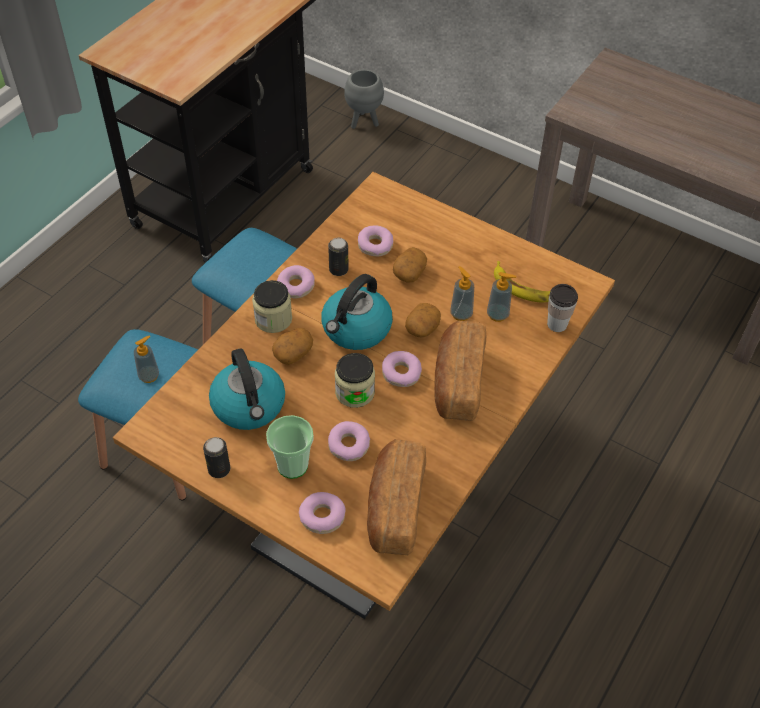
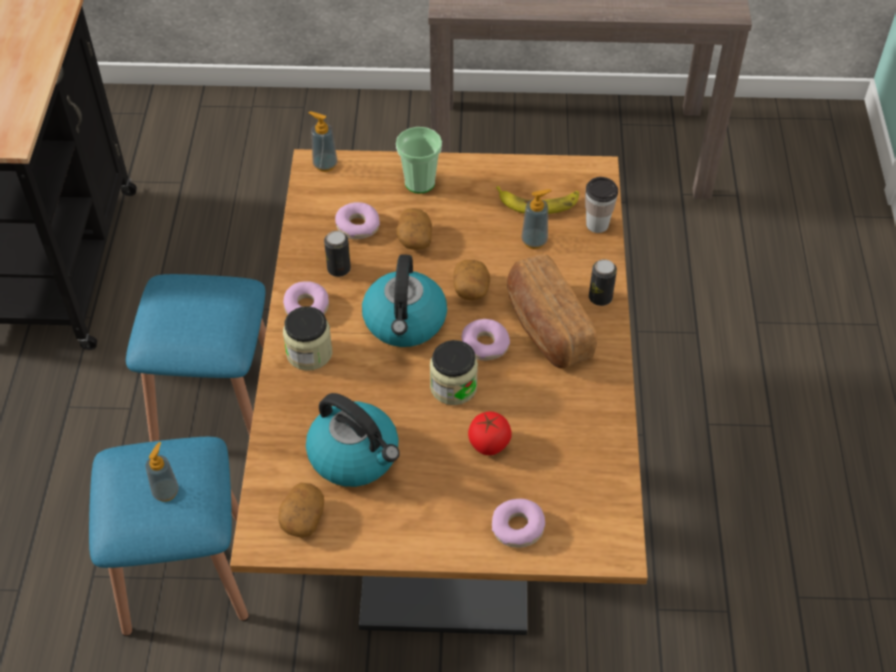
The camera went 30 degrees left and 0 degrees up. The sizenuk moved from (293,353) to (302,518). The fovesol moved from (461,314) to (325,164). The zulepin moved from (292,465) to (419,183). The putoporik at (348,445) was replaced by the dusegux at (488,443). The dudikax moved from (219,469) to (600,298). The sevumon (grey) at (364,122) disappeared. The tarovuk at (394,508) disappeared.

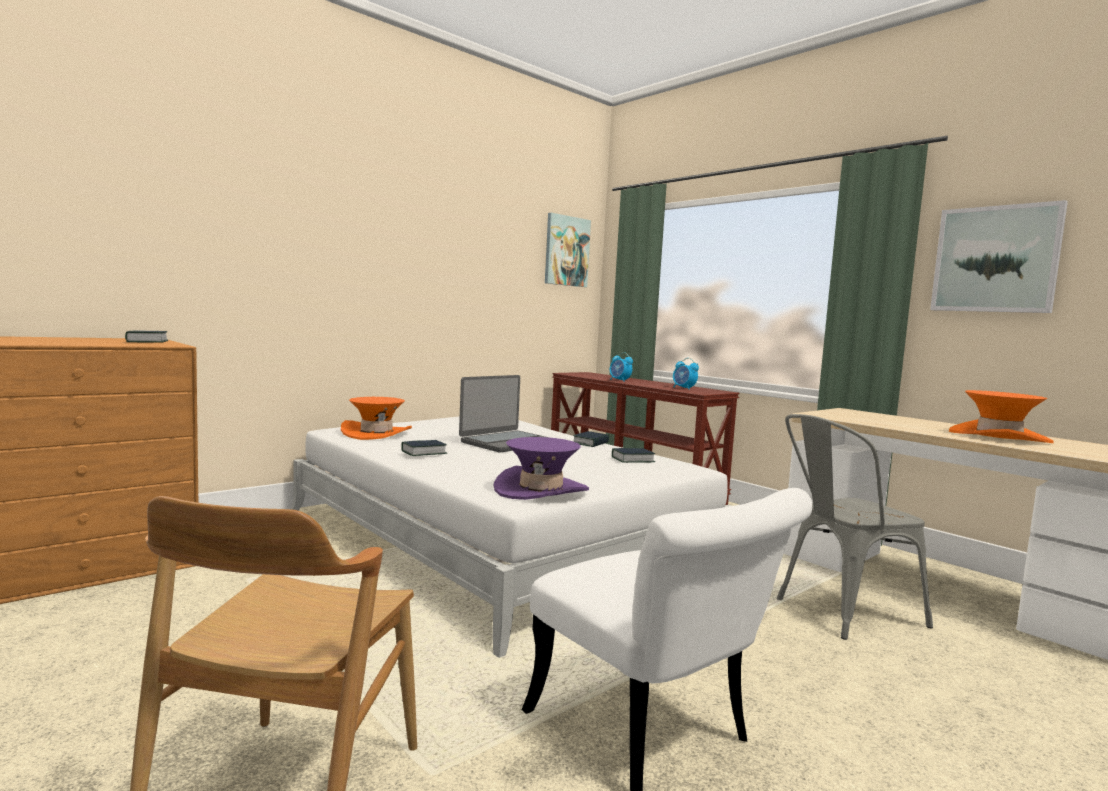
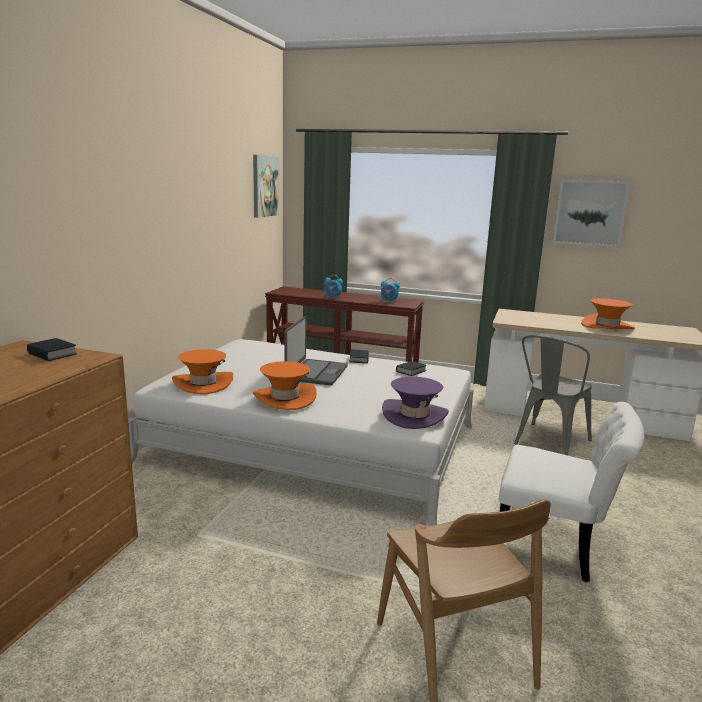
The camera went 30 degrees left and 10 degrees up. The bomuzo at (423,452) was replaced by the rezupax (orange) at (285,398).

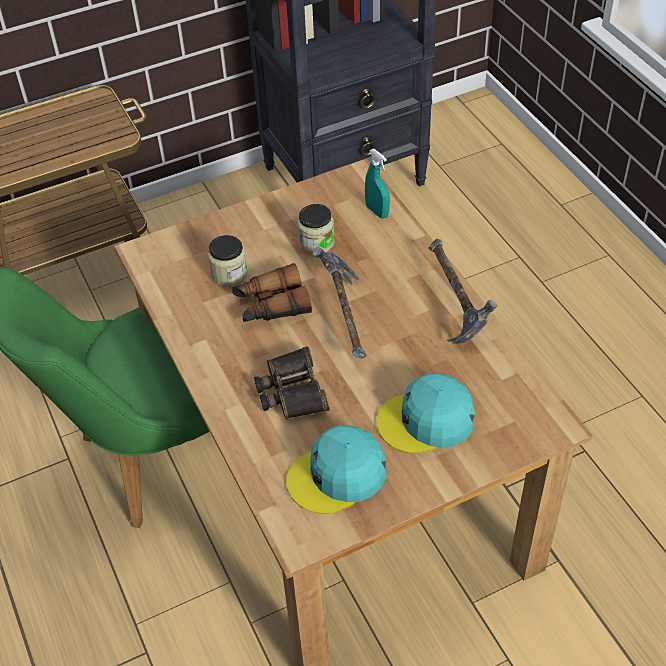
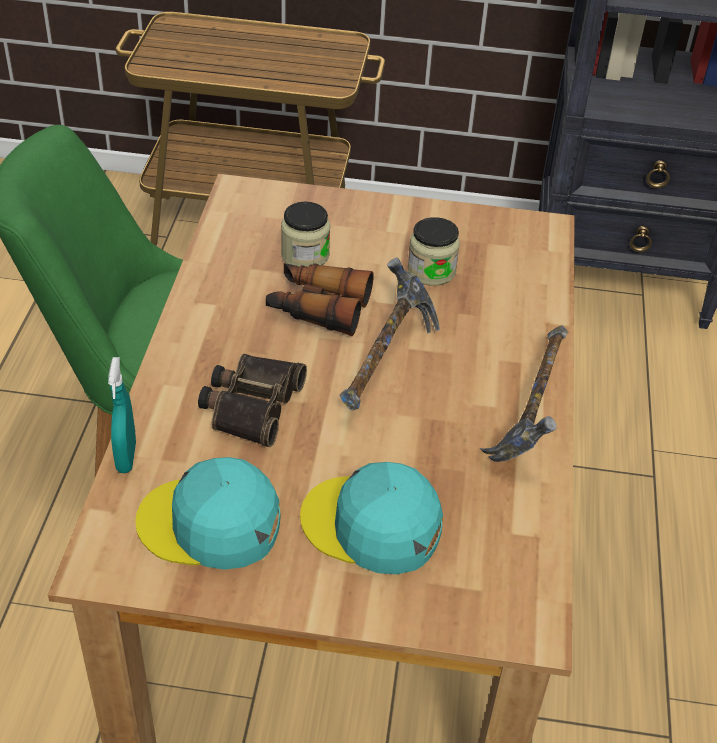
The camera went 30 degrees right and 5 degrees down. The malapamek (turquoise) moved from (377,211) to (126,457).

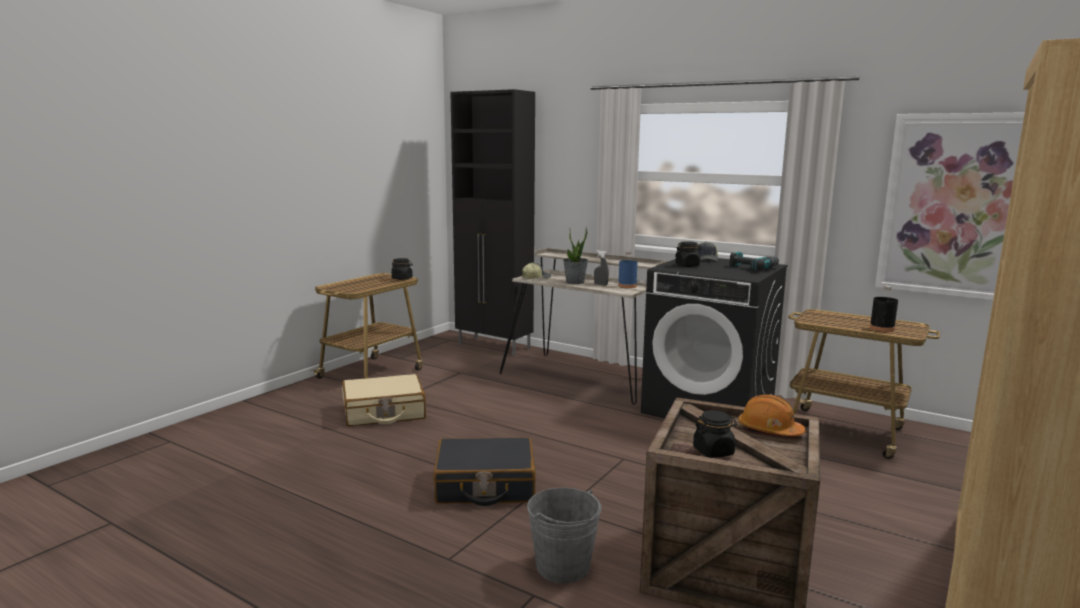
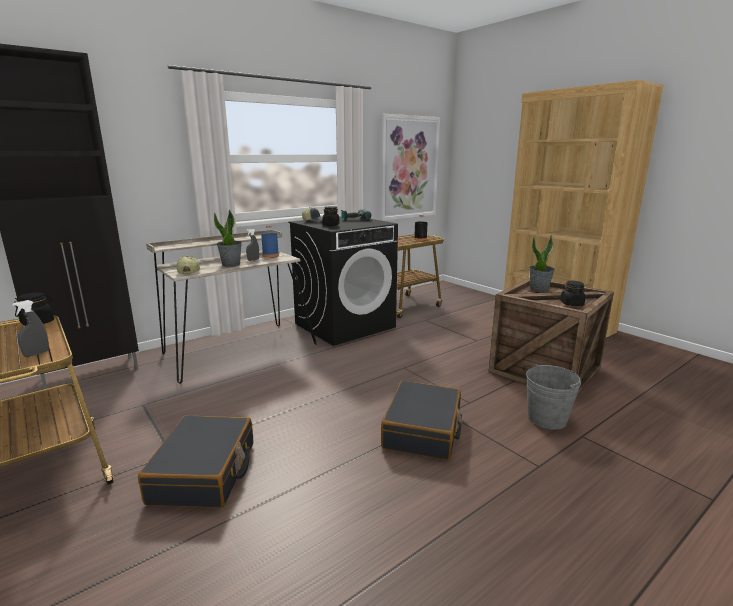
The camera went 70 degrees left and 5 degrees up. The malapamek (grey) at (36,354) appeared. The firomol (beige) at (384,412) became the firomol (black) at (204,473). The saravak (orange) at (769,430) was replaced by the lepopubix at (539,289).

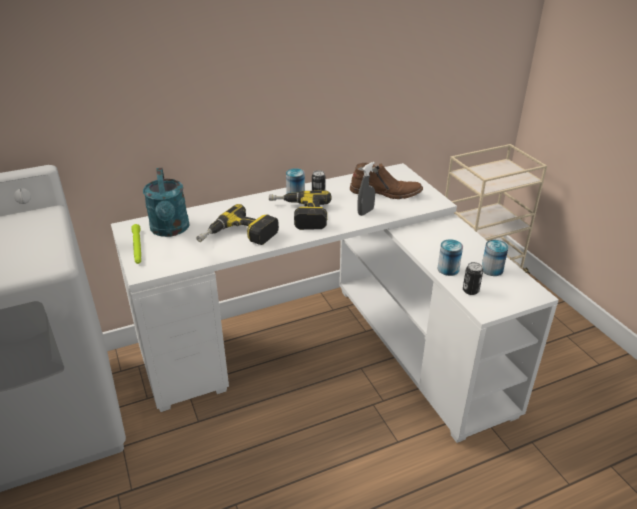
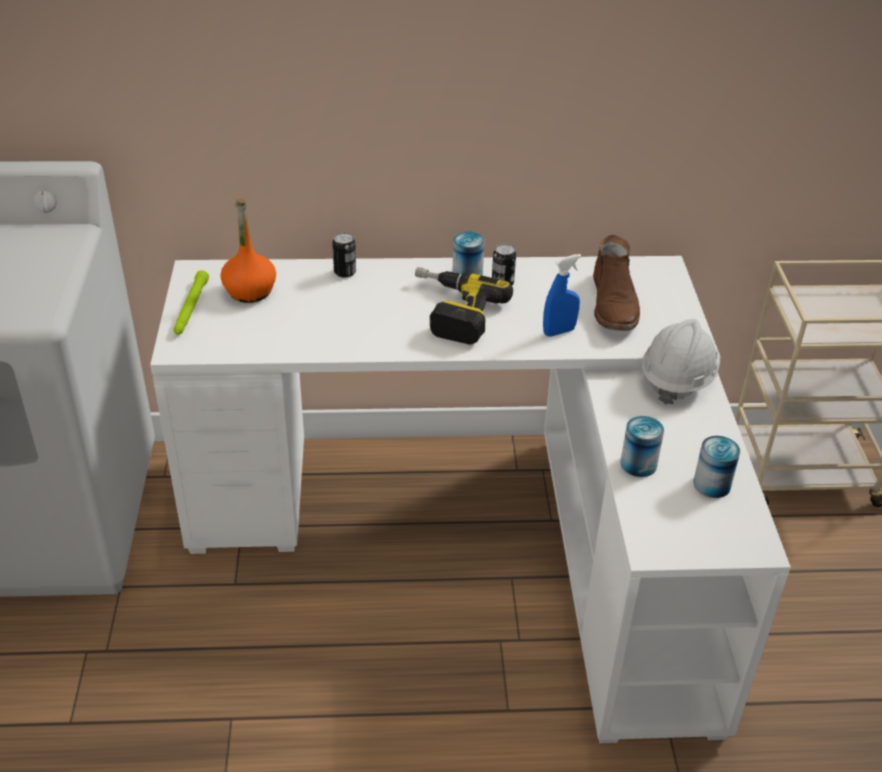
The camera went 20 degrees right and 5 degrees up. The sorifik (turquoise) at (170,230) was replaced by the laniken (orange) at (250,291). The dudikax moved from (470,290) to (345,272). The malapamek (grey) at (365,212) became the malapamek (blue) at (559,331). The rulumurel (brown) at (385,192) turned 60 degrees clockwise. The saravak (white) at (677,379) appeared. The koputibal at (238,237) disappeared.

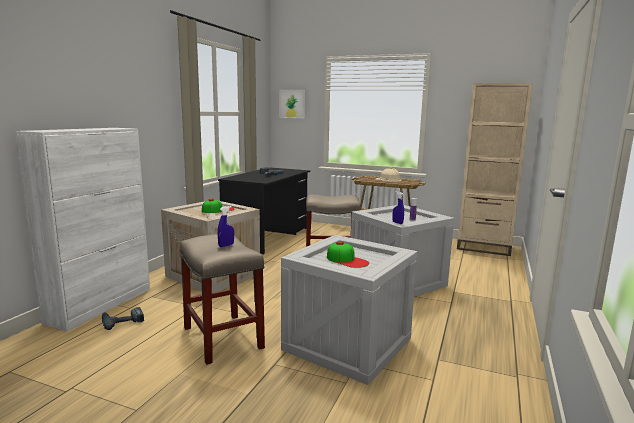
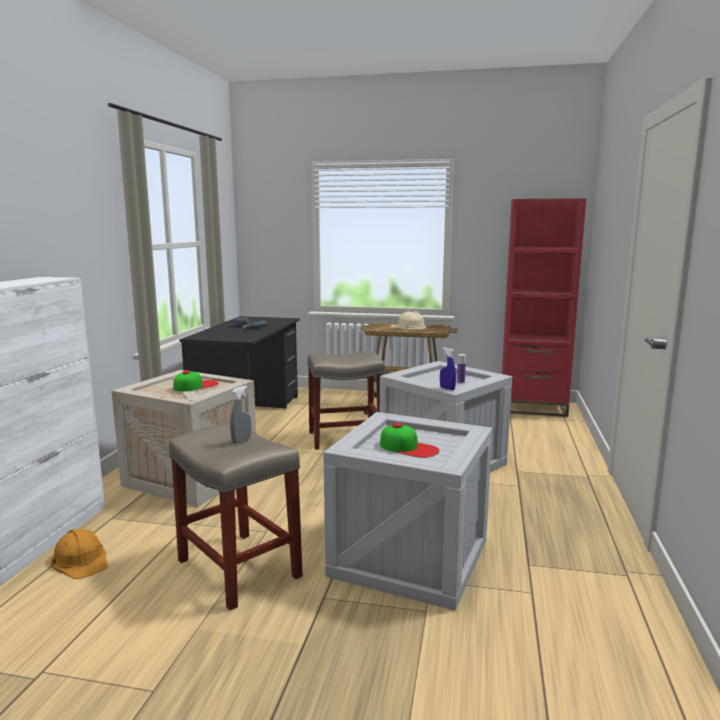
The camera went 10 degrees left and 0 degrees up. The koputibal at (122,321) was replaced by the saravak (orange) at (81,560). The malapamek (blue) at (226,245) became the malapamek (grey) at (241,441). The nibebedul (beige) at (483,247) became the nibebedul (red) at (532,408). The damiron at (292,104) disappeared.

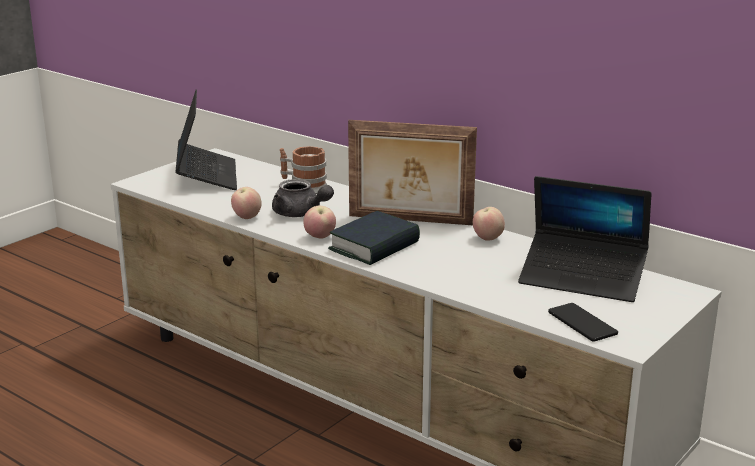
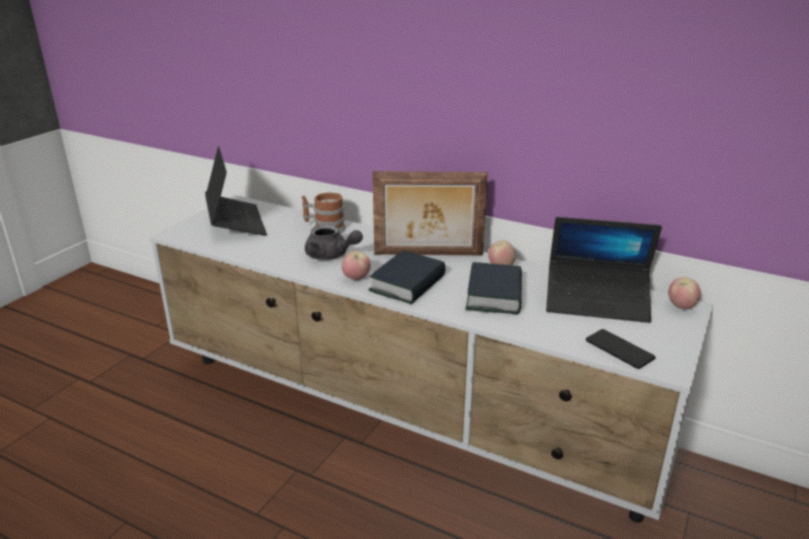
The camera went 10 degrees left and 5 degrees up. The bomuzo at (494,295) appeared. The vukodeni moved from (246,217) to (681,307).

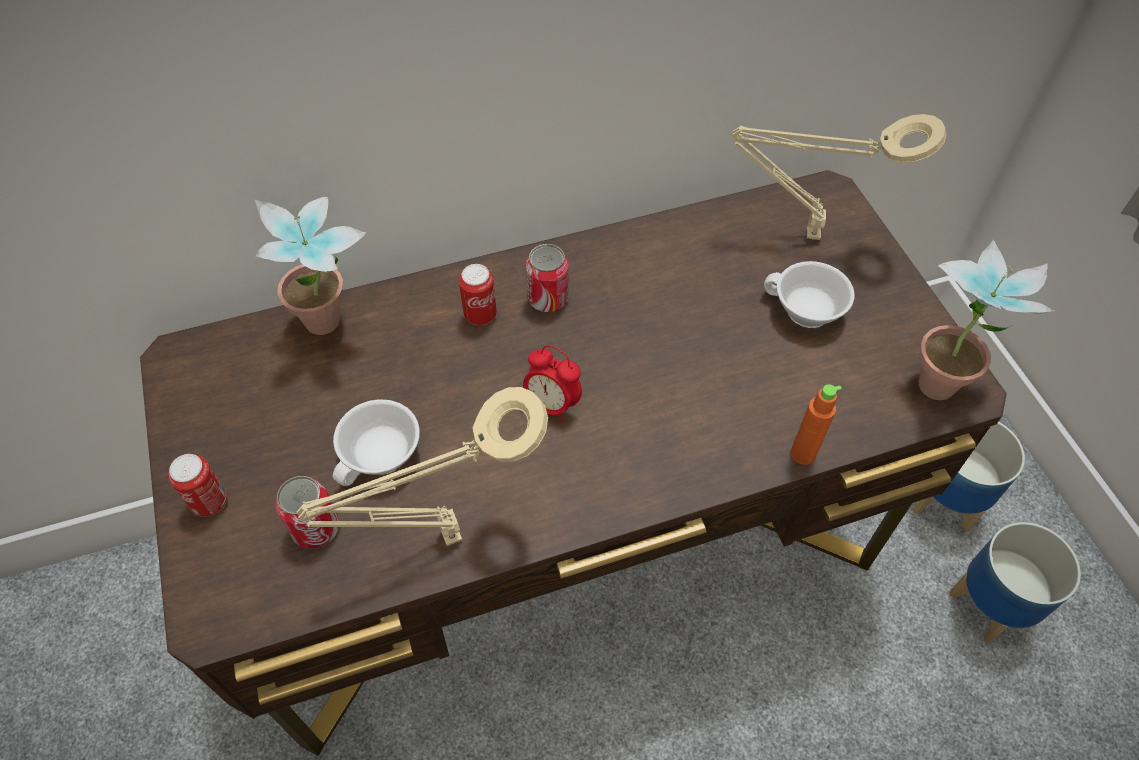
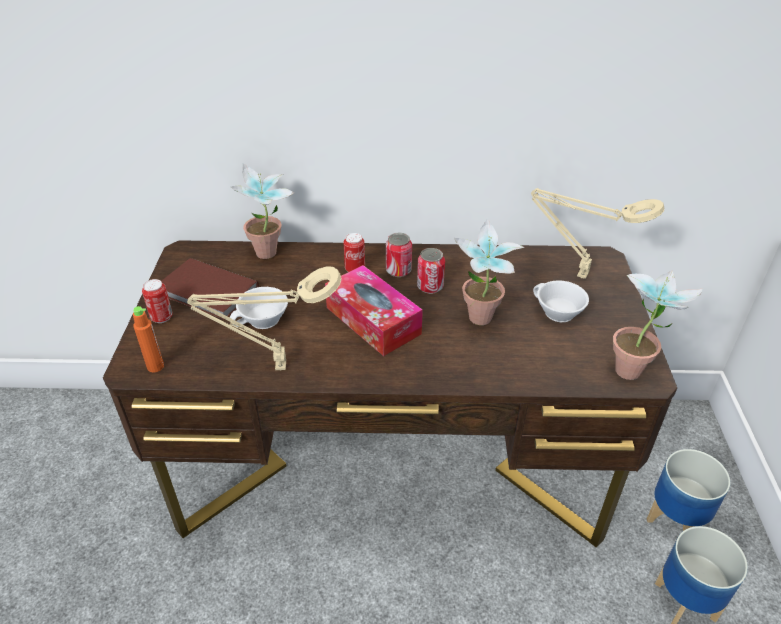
The camera went 20 degrees right and 15 degrees down. The laniken (orange) moved from (803,454) to (155,366). The bomuzo (brown) at (207,292) appeared. The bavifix at (551,405) was replaced by the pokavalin at (373,320). The dudikax moved from (315,528) to (430,286). The lepopubix at (480,324) appeared.

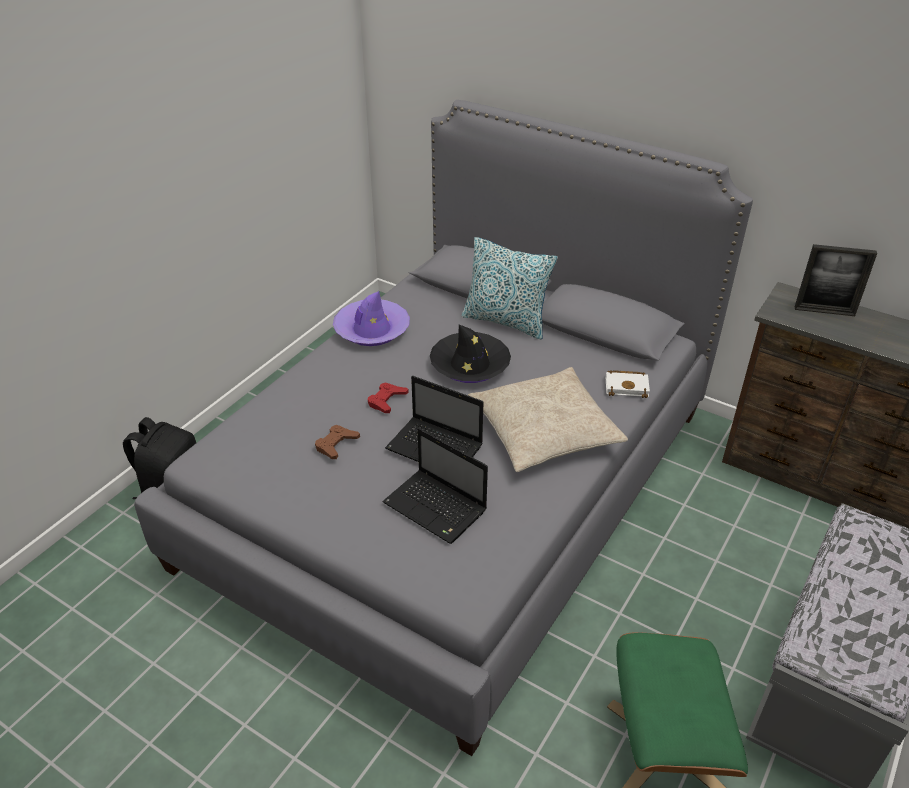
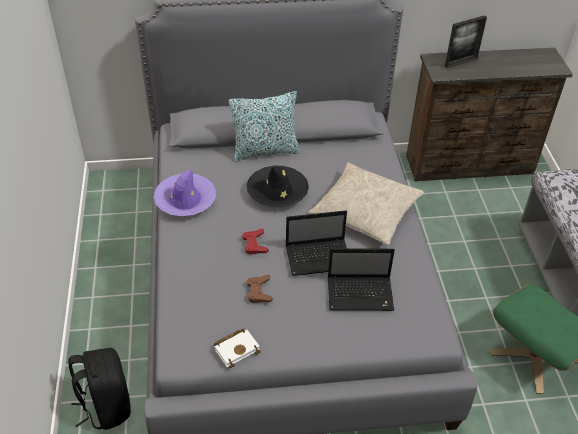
The camera went 40 degrees left and 5 degrees up. The bomuzo (white) moved from (627,386) to (237,348).

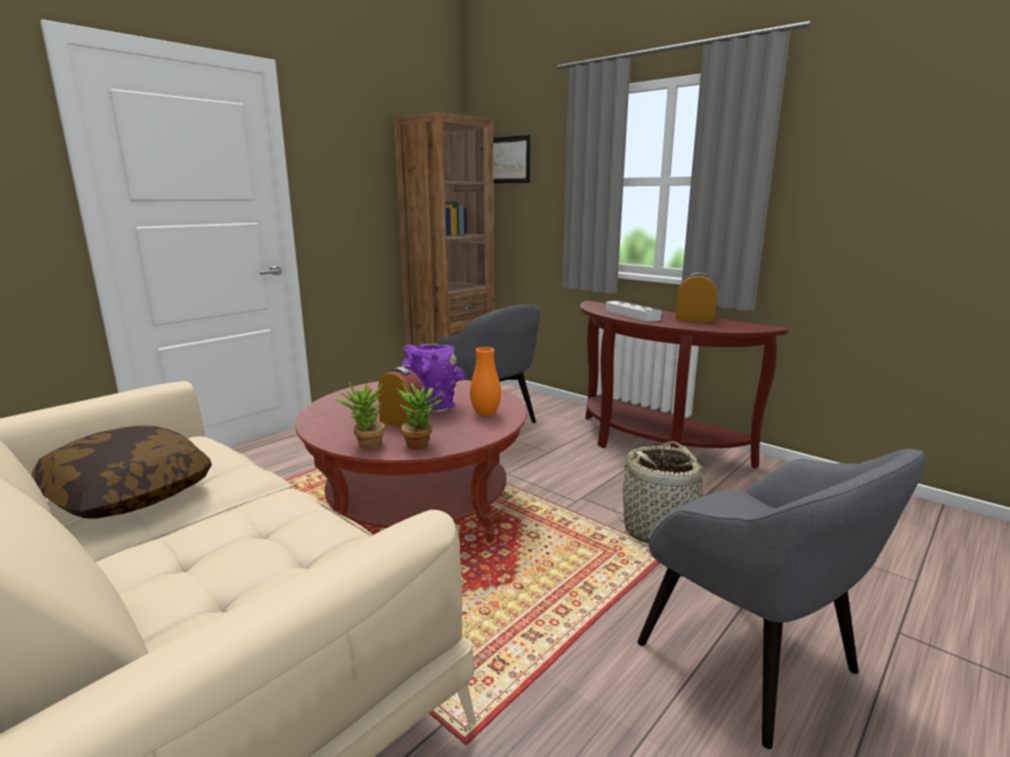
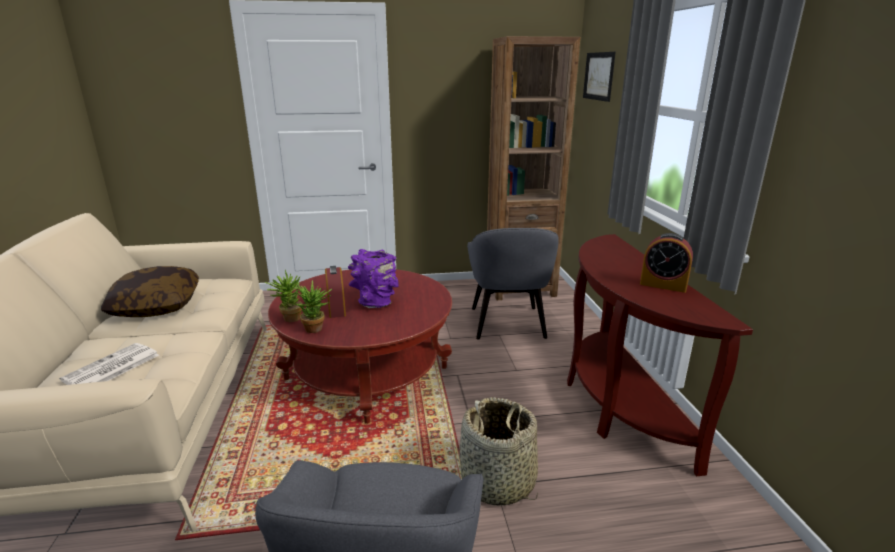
The camera went 40 degrees right and 5 degrees up. The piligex at (111,368) appeared. The bavifix at (694,319) turned 150 degrees clockwise. The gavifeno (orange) at (485,414) disappeared. The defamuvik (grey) at (632,315) disappeared.

